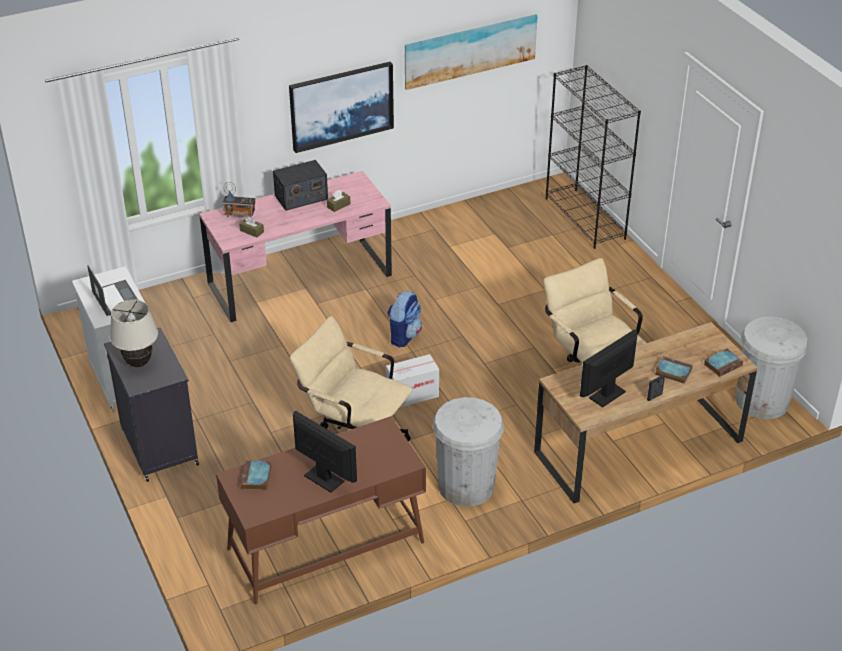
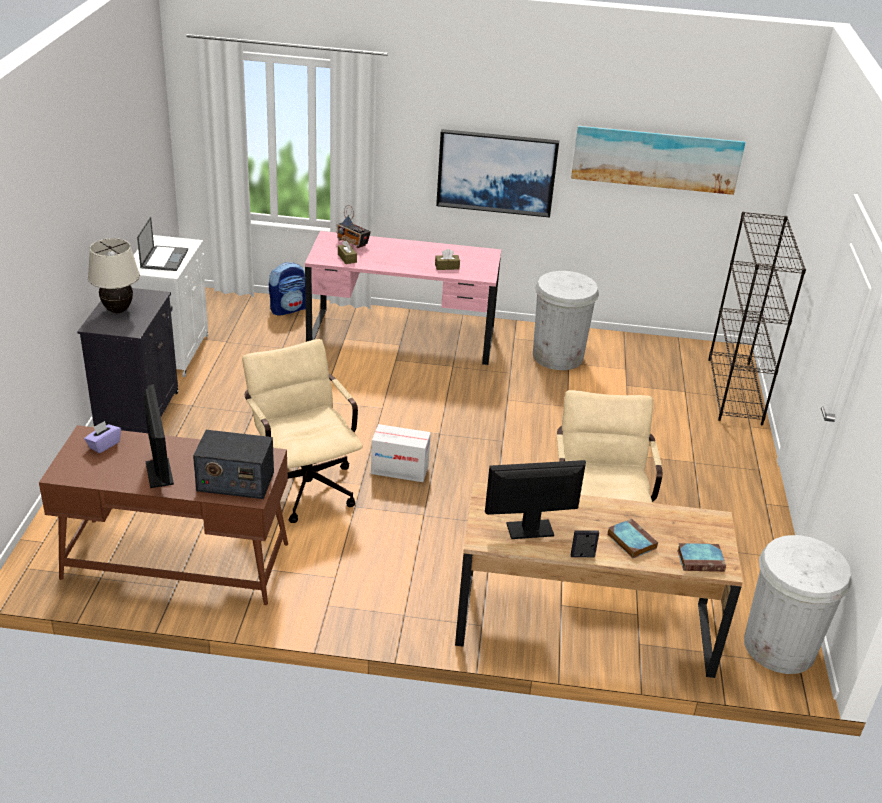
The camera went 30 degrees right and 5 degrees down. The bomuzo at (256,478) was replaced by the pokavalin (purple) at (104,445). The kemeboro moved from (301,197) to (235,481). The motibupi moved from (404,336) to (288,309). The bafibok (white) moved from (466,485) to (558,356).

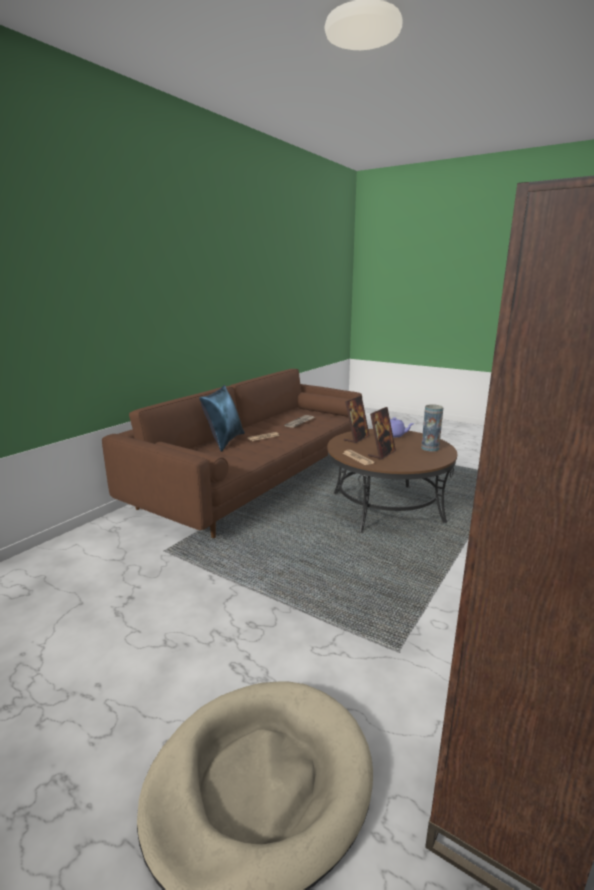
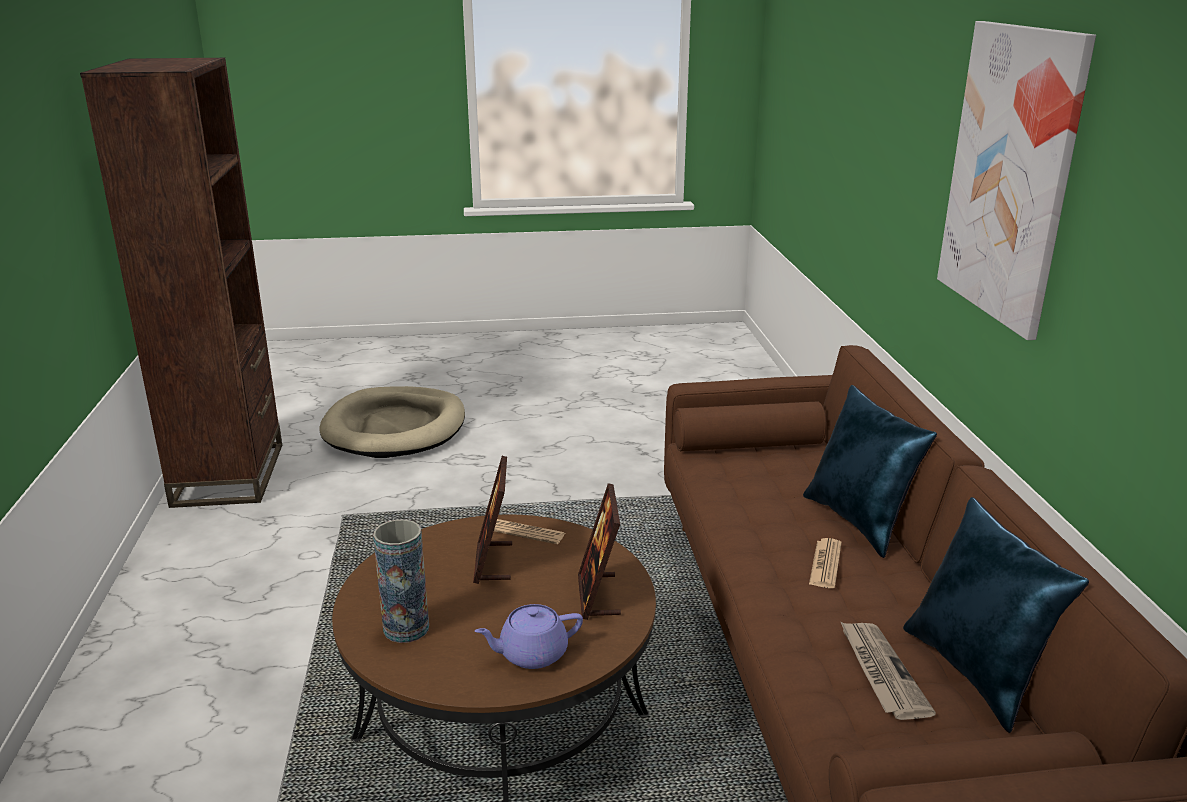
The camera went 140 degrees right and 5 degrees up. The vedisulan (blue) at (976,672) appeared. The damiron at (1011,175) appeared.

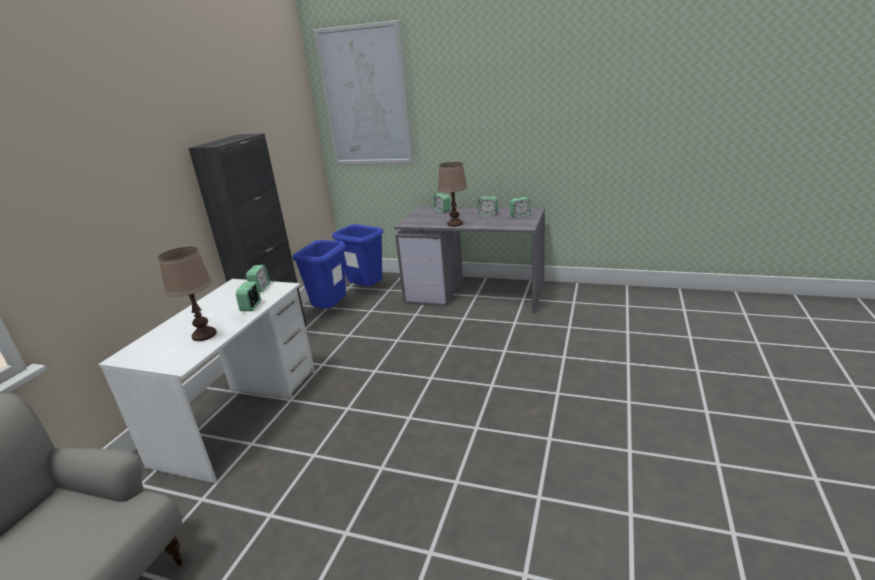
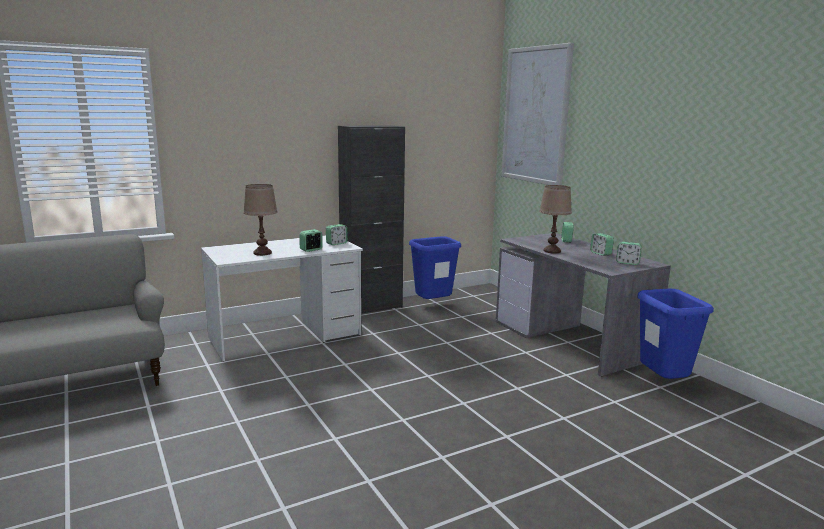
The camera went 40 degrees right and 10 degrees down. The bafibok (blue) moved from (367,291) to (663,384).

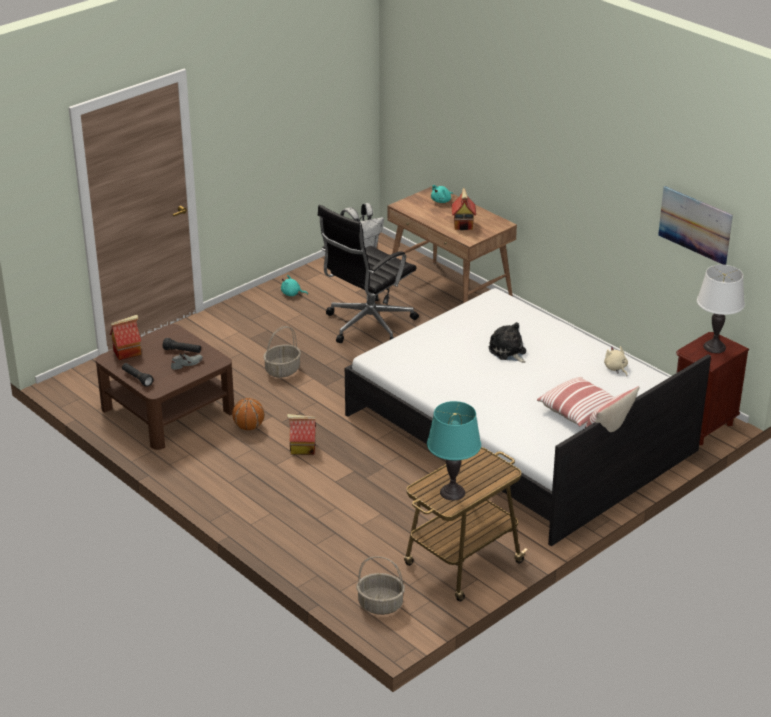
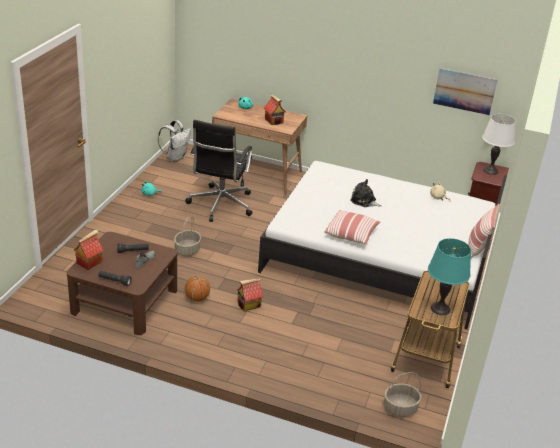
The camera went 30 degrees left and 0 degrees up. The vedisulan moved from (579,411) to (351,234).

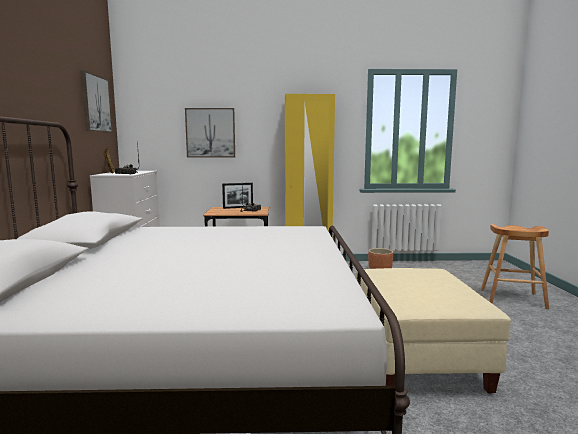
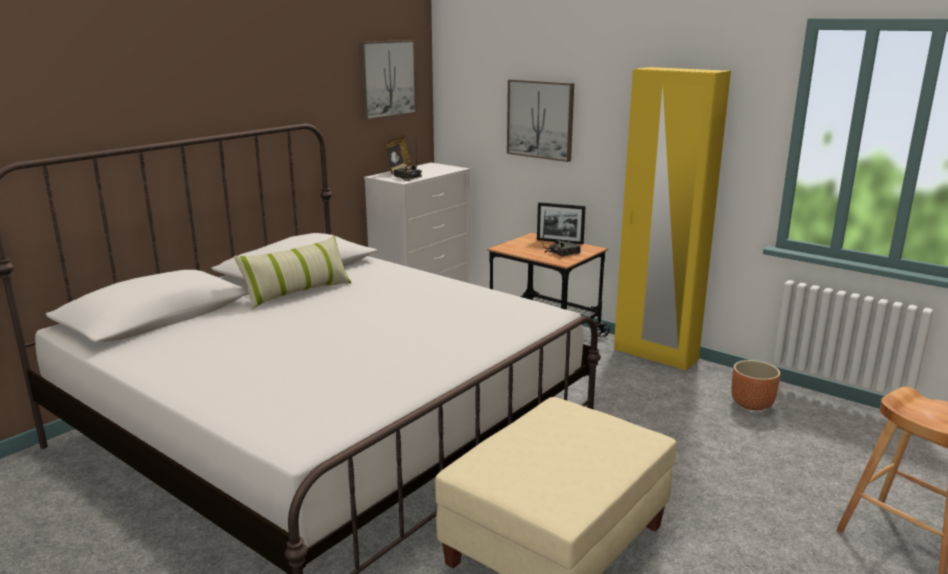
The camera went 40 degrees right and 10 degrees up. The vedisulan at (297,292) appeared.

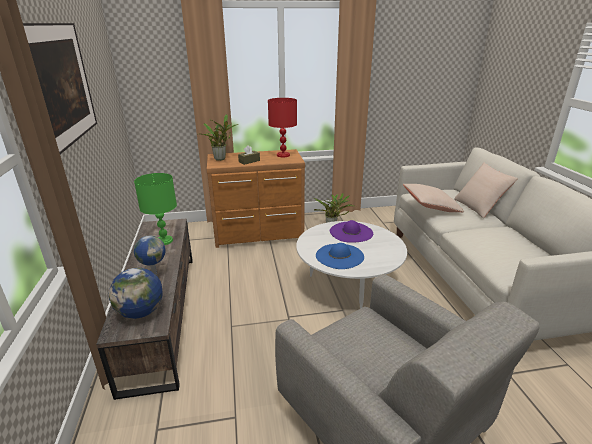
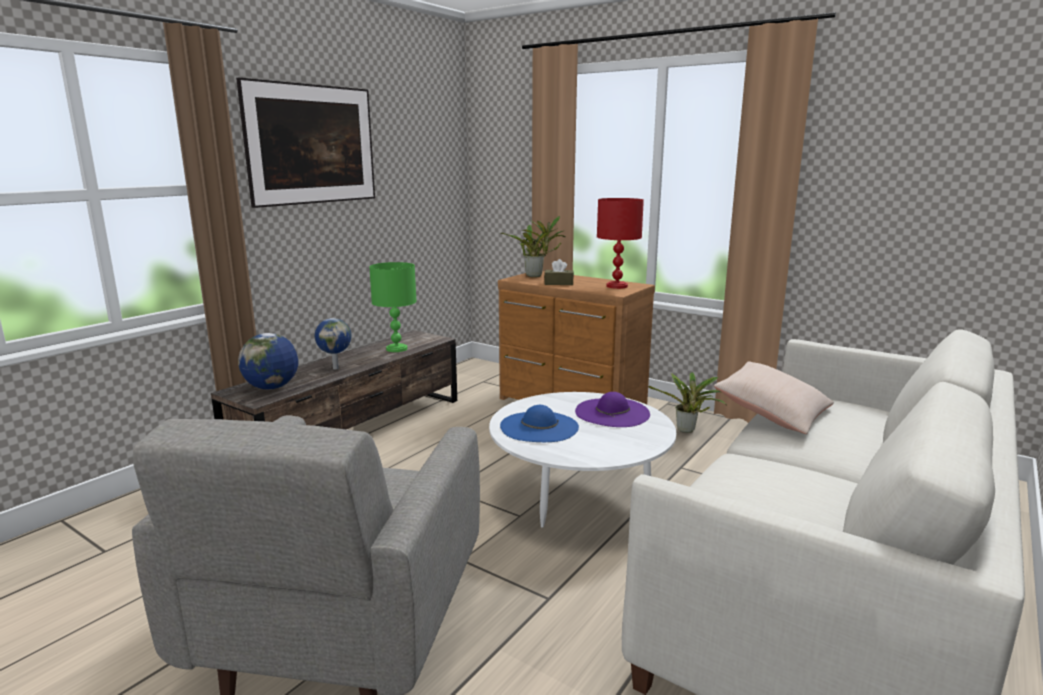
The camera went 45 degrees right and 10 degrees down. The vedisulan (beige) at (479,207) disappeared.

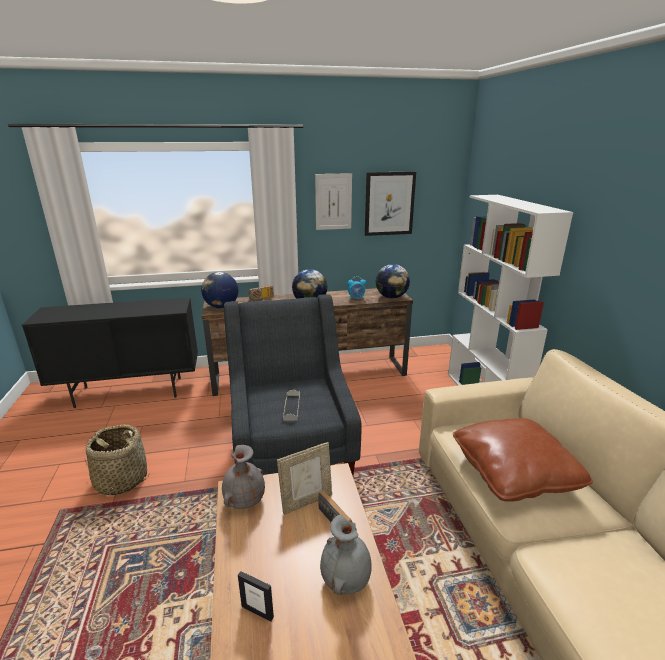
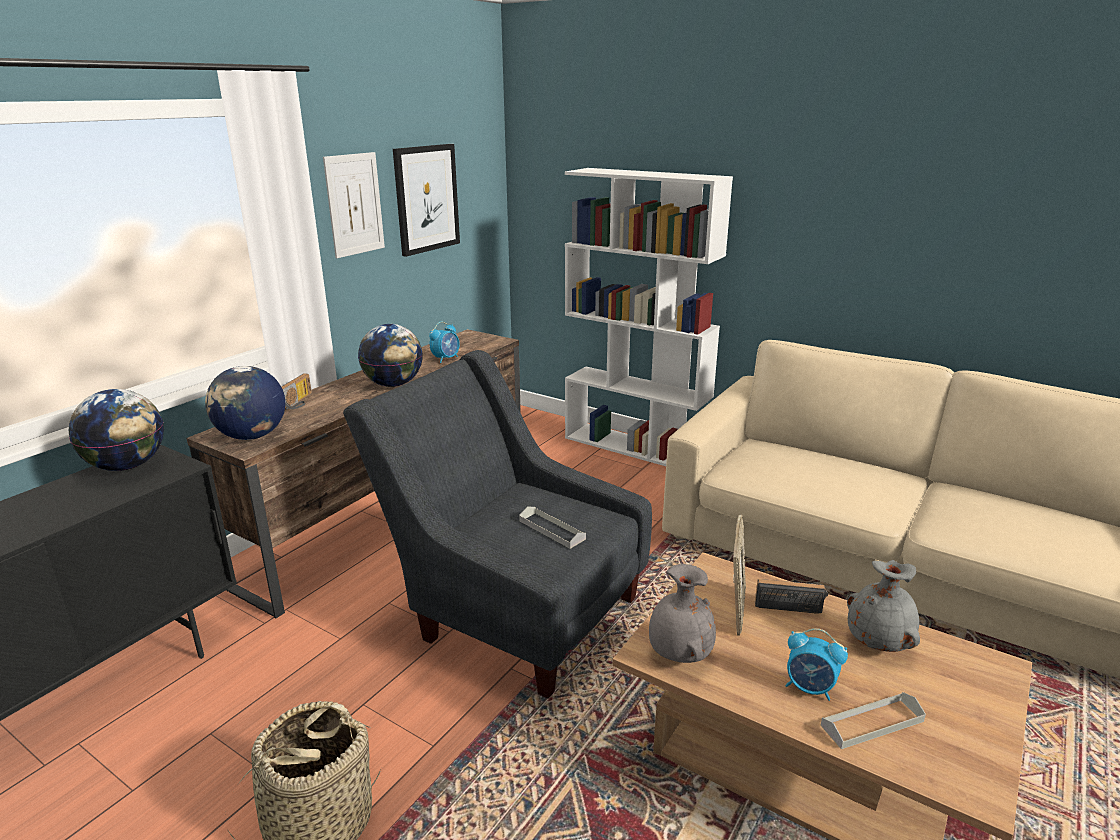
The camera went 45 degrees left and 0 degrees up. The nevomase moved from (391,297) to (127,466). The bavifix at (810,688) appeared. The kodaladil at (257,611) was replaced by the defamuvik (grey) at (872,723). The vedisulan (brown) at (514,472) disappeared.

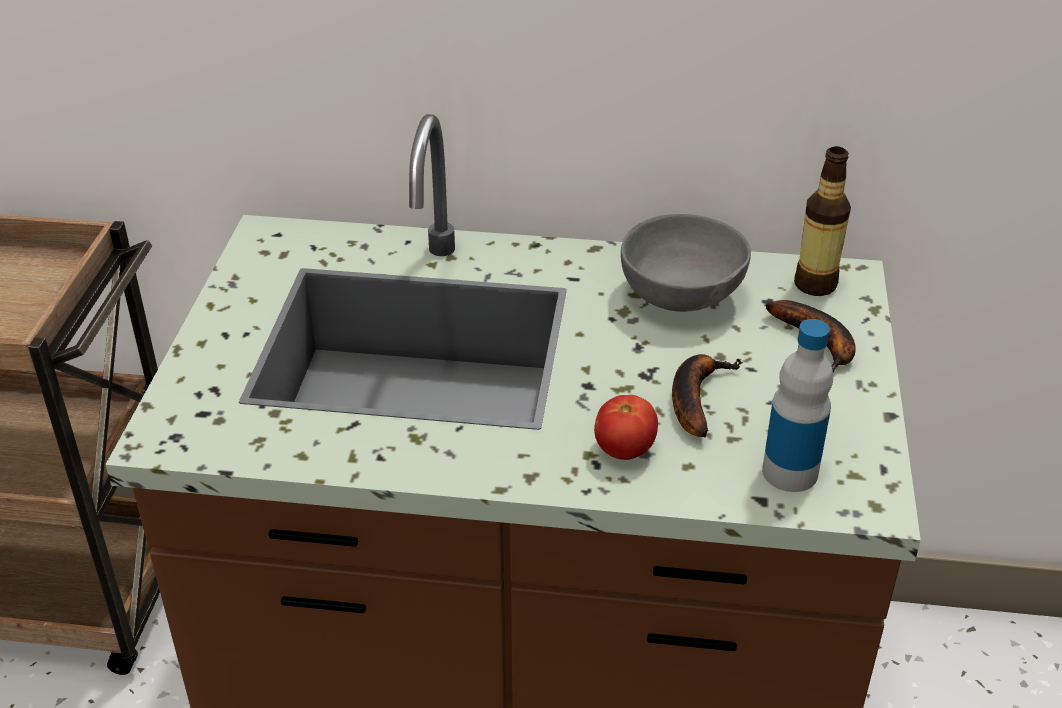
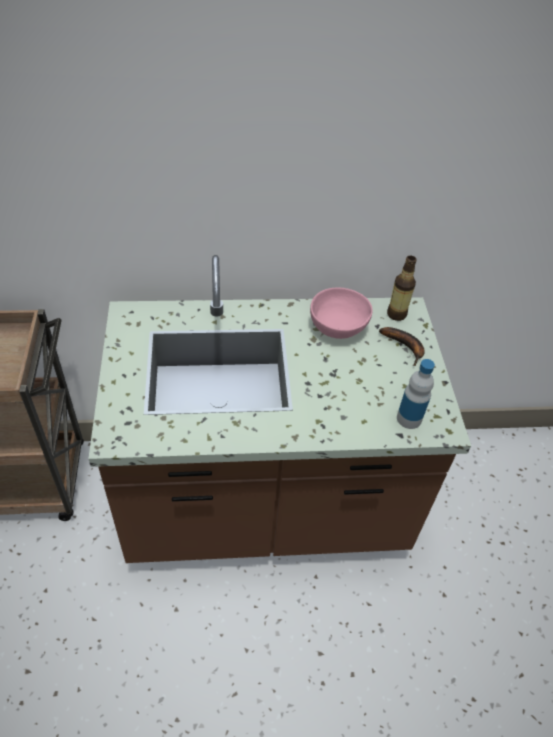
The camera went 15 degrees left and 10 degrees up. The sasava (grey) at (683,298) became the sasava (pink) at (339,328). The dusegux at (624,450) disappeared. The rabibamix at (695,396) disappeared.

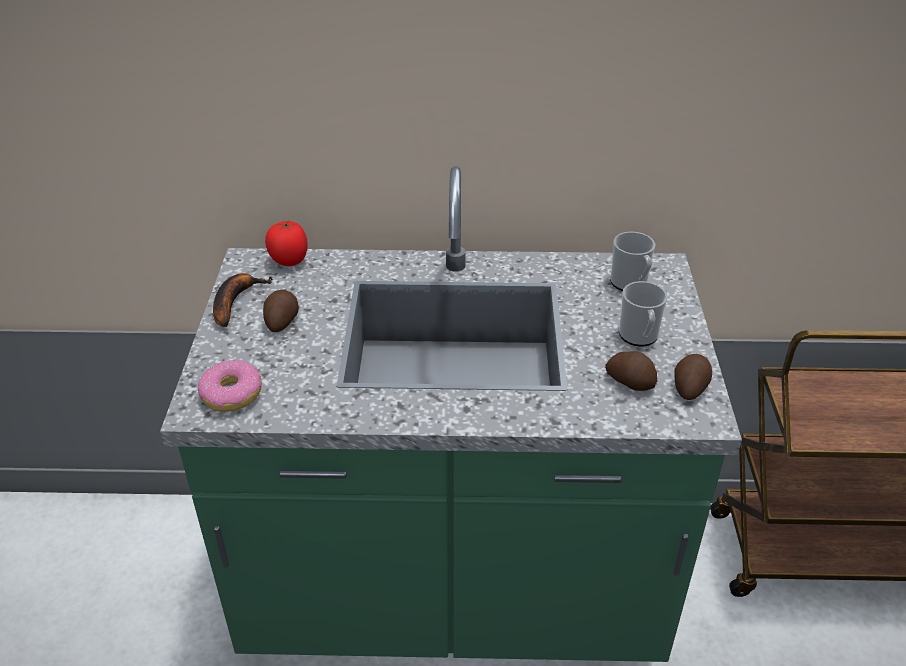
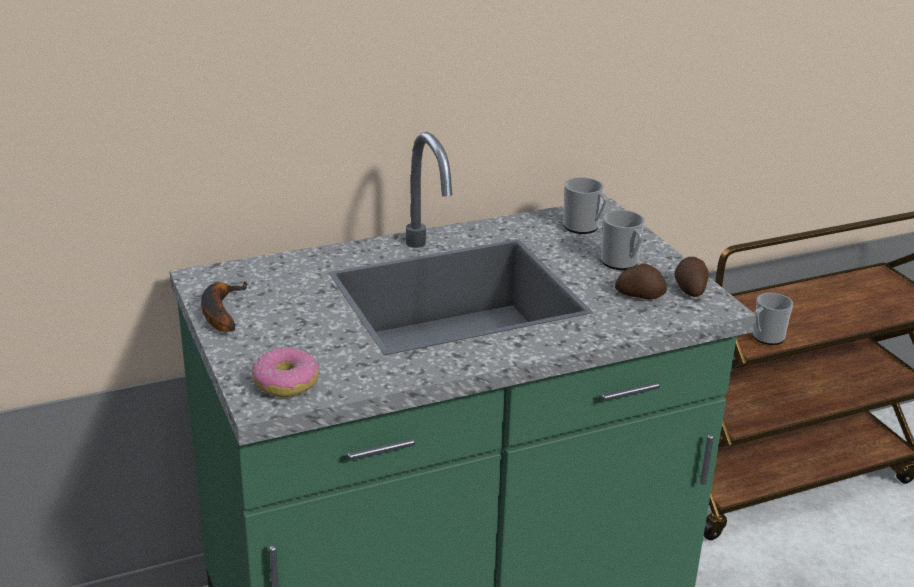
The camera went 25 degrees left and 10 degrees down. The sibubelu at (765,338) appeared. The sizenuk at (281,321) disappeared. The dusegux at (289,261) disappeared.

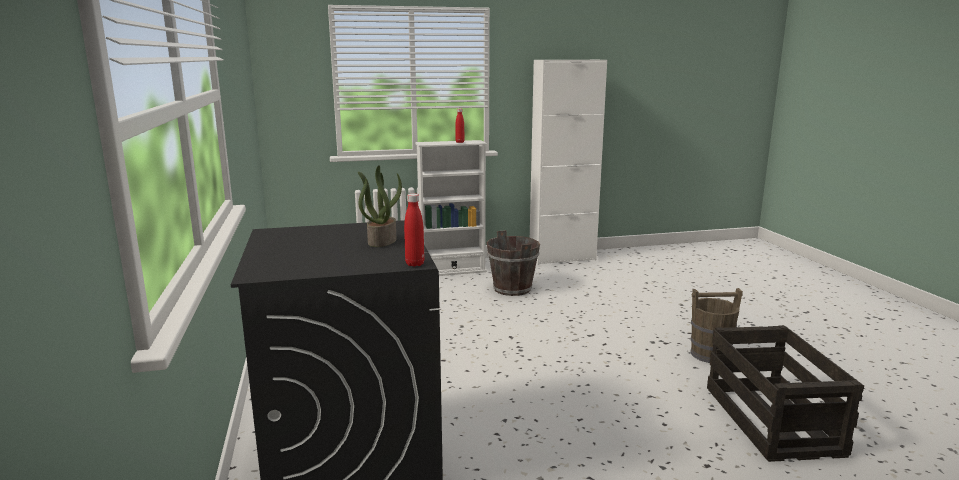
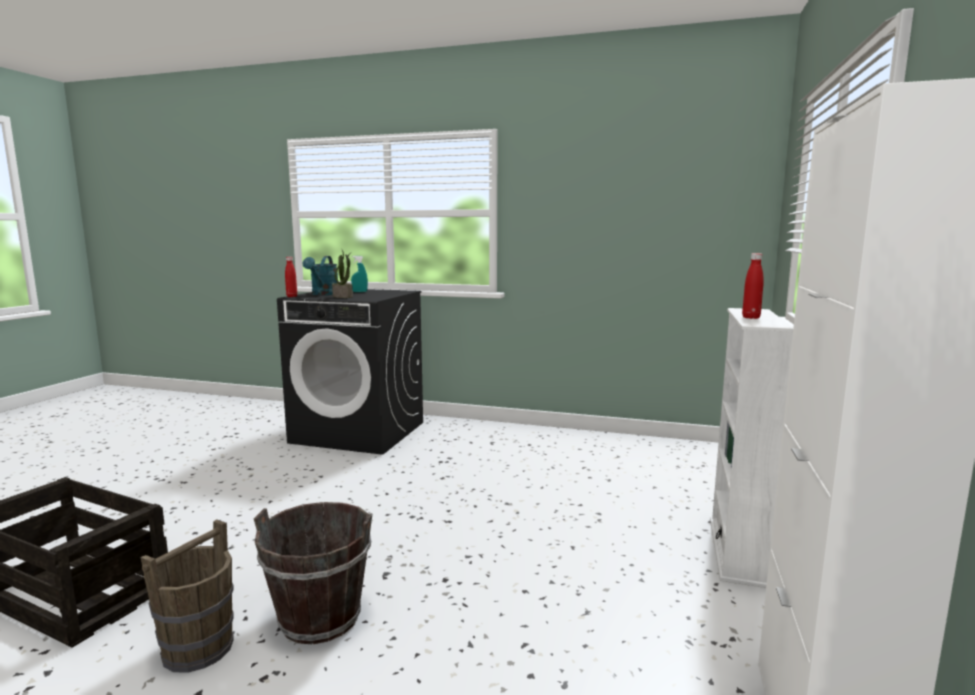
The camera went 120 degrees right and 5 degrees down. The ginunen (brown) moved from (512,289) to (320,618). The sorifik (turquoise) at (323,294) appeared. The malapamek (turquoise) at (360,292) appeared.

